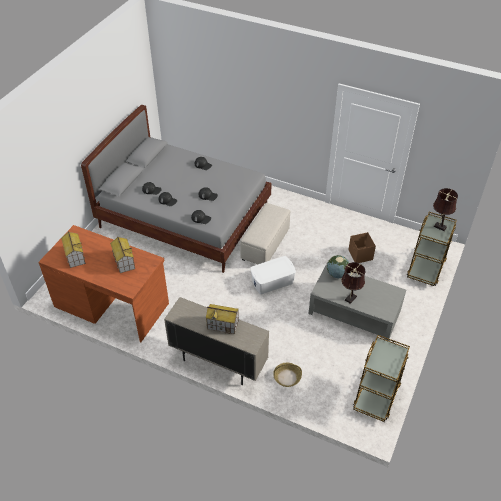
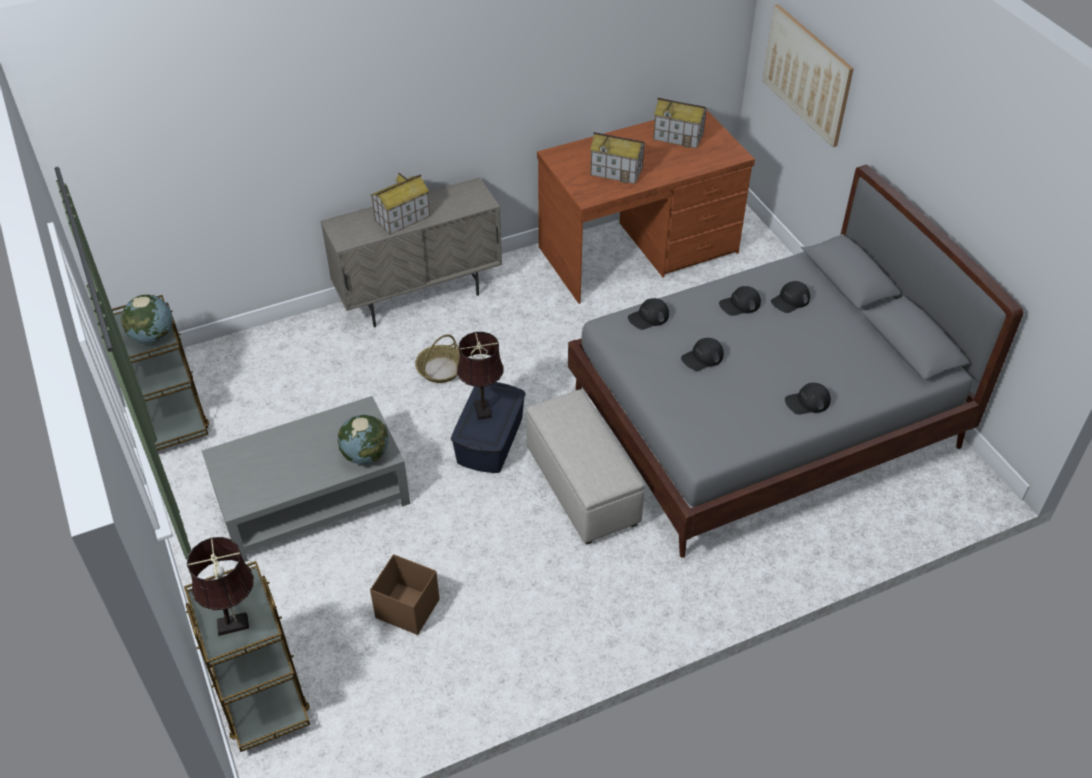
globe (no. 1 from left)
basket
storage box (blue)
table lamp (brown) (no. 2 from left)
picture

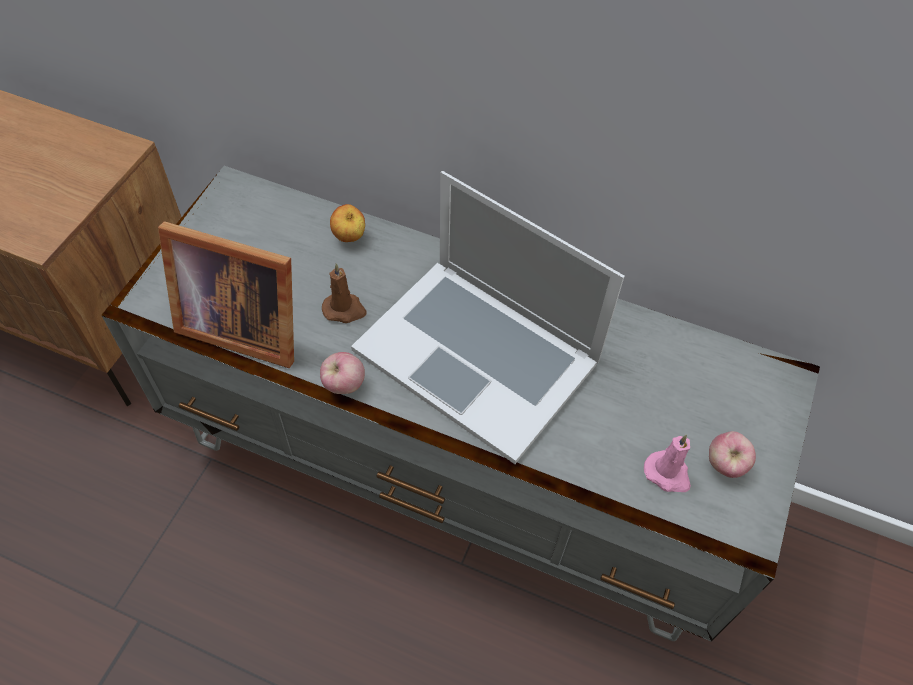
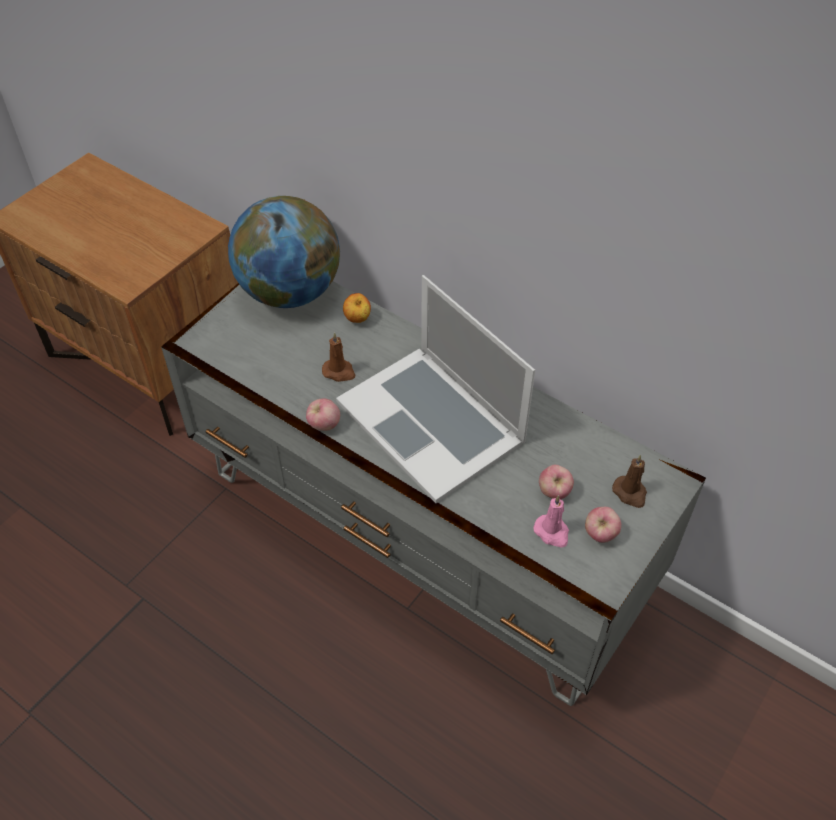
globe
apple (no. 3 from left)
candle (brown) (no. 2 from left)
picture frame

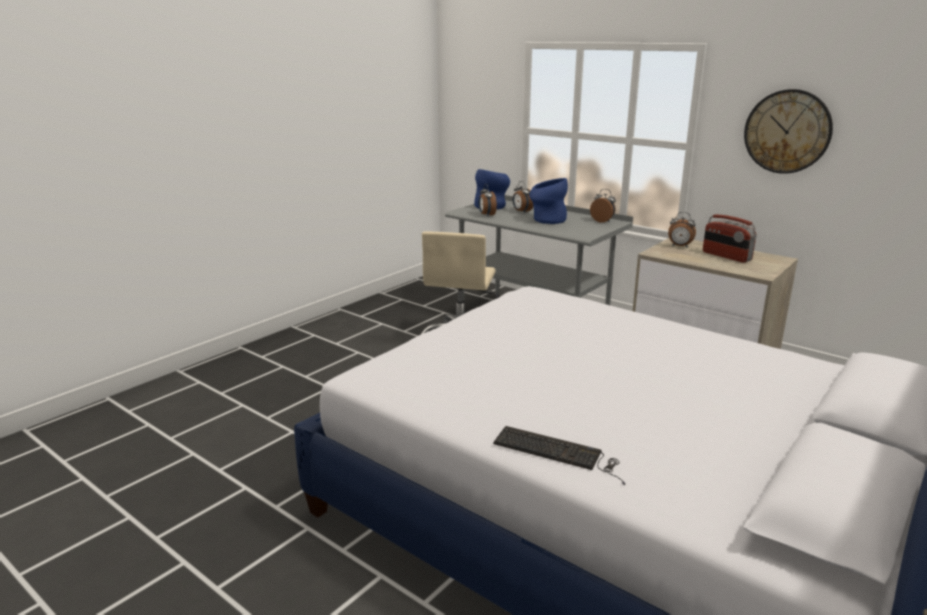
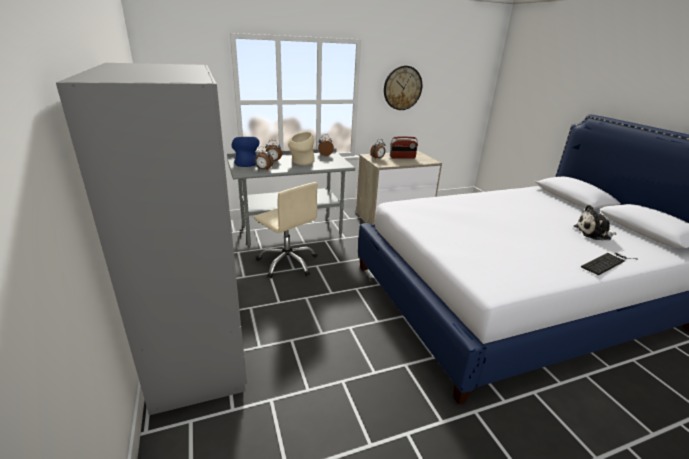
wardrobe (grey)
vase (beige)
plush toy

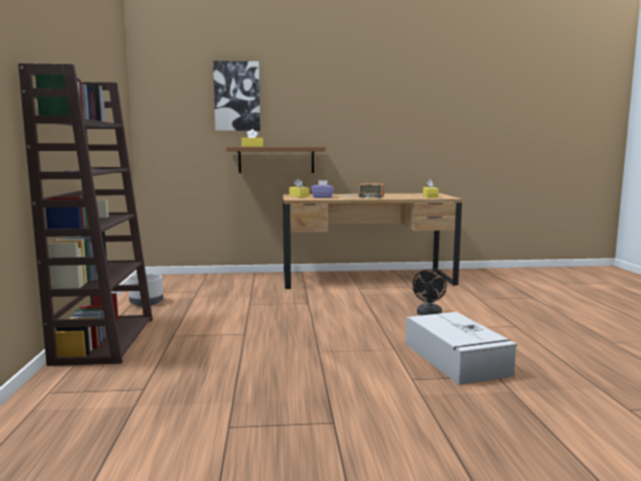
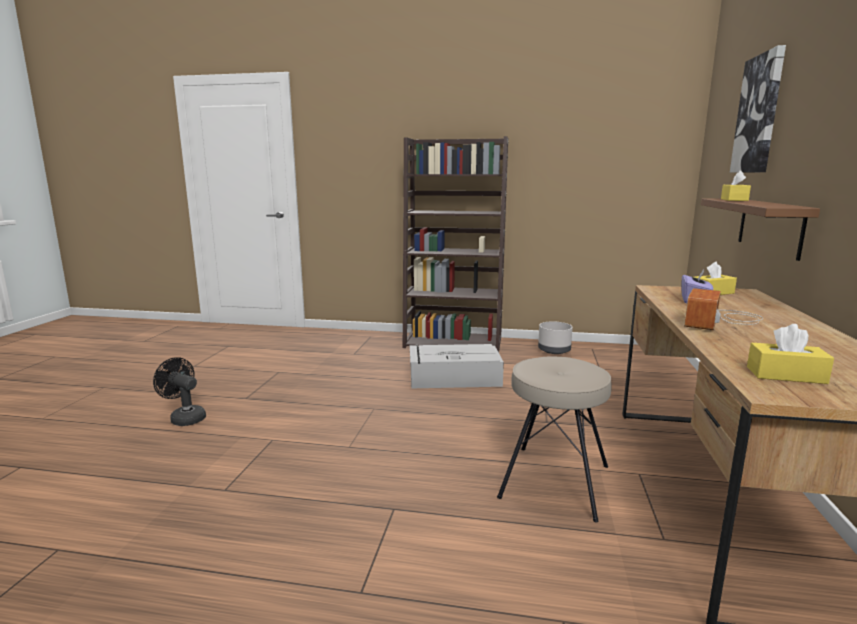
fan (black)
storage box (grey)
stool (beige)

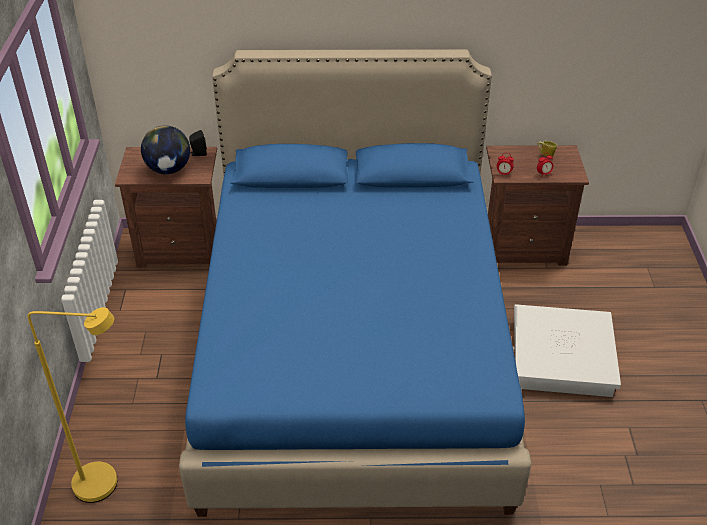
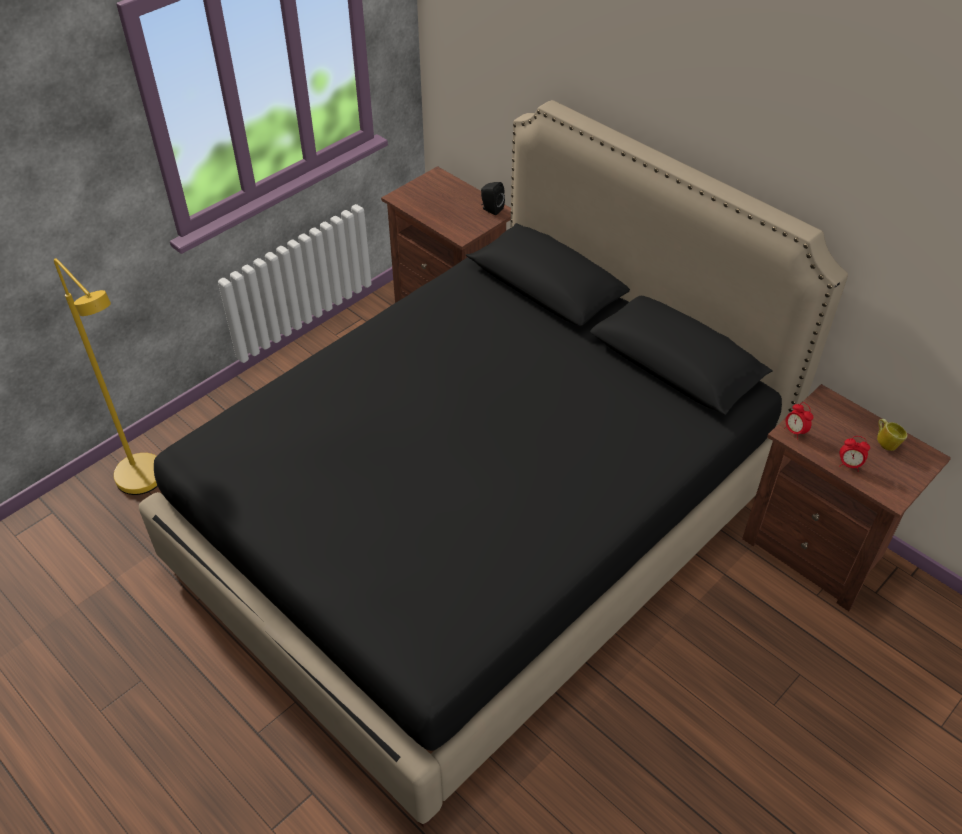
bed (black)
globe
storage box (white)

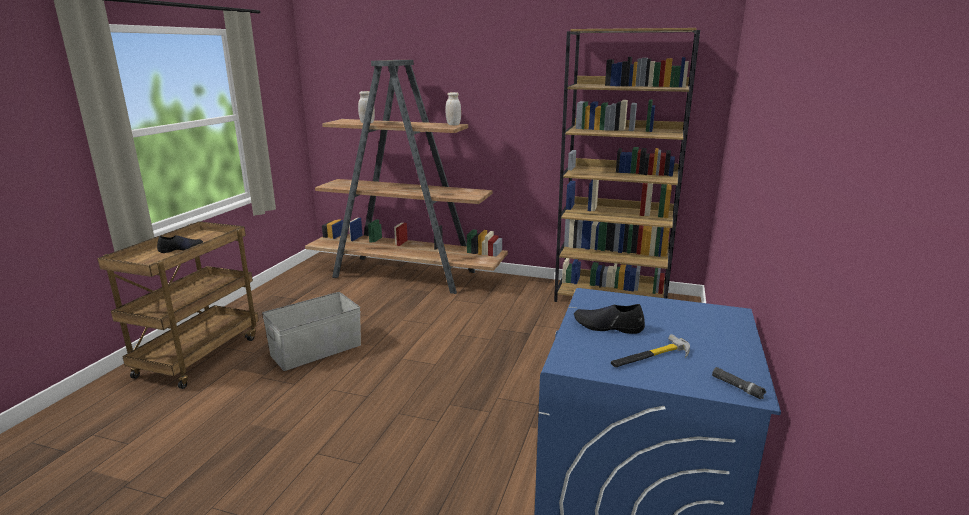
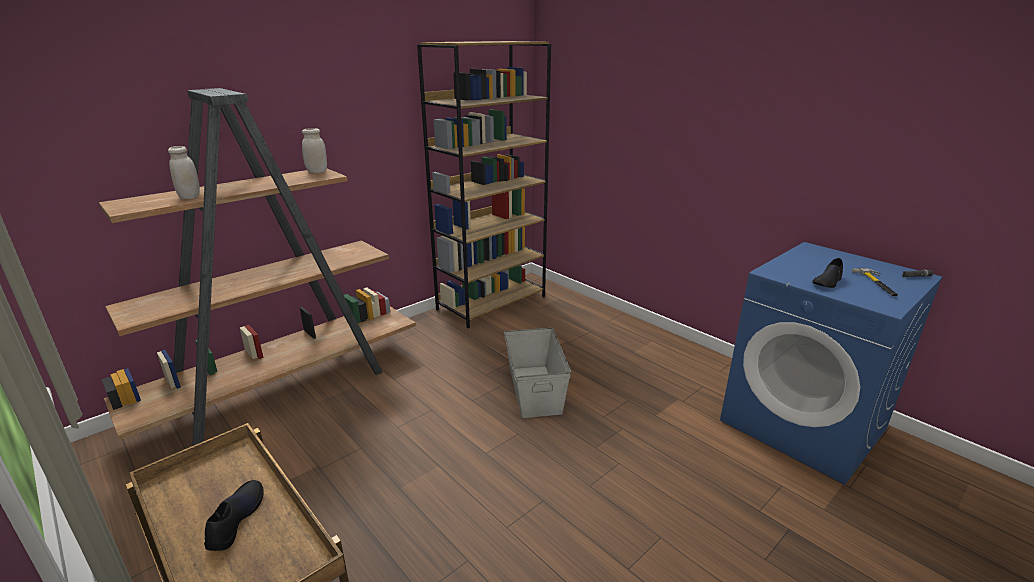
storage box (grey)

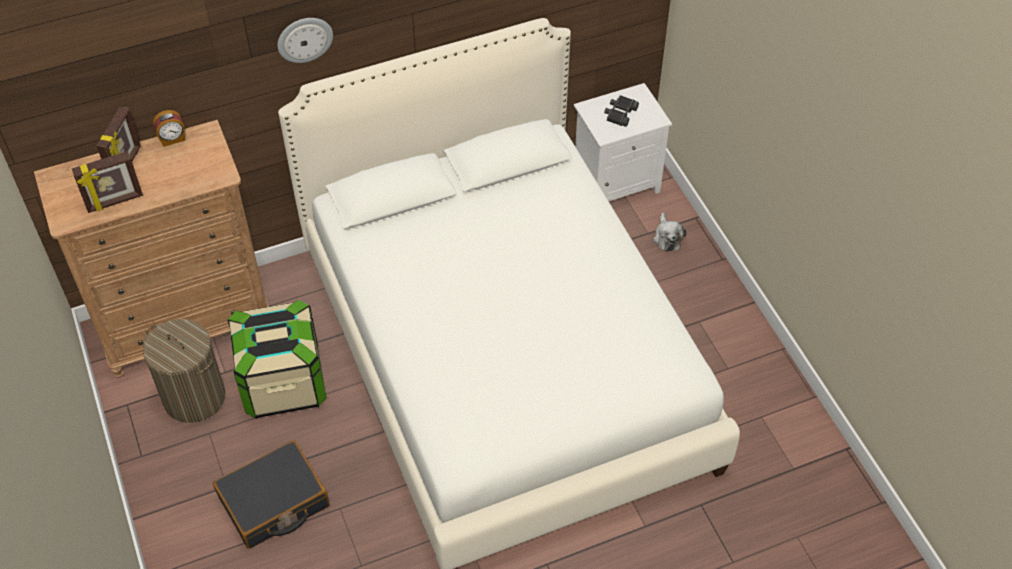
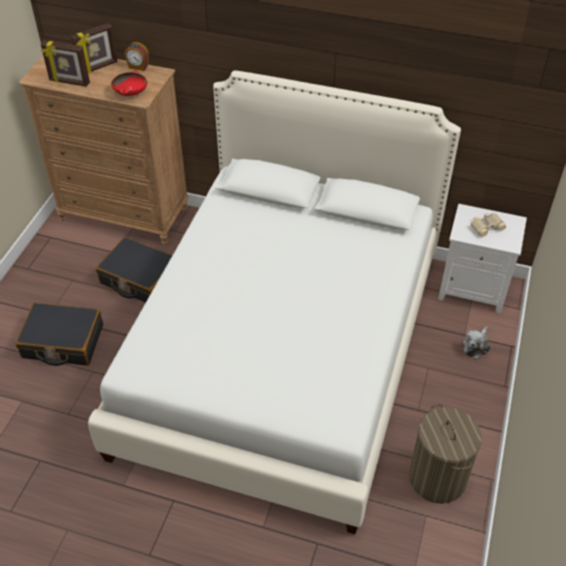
suitcase (black) (no. 2 from left)
bowl (red)
laundry basket
binoculars (beige)
wall clock

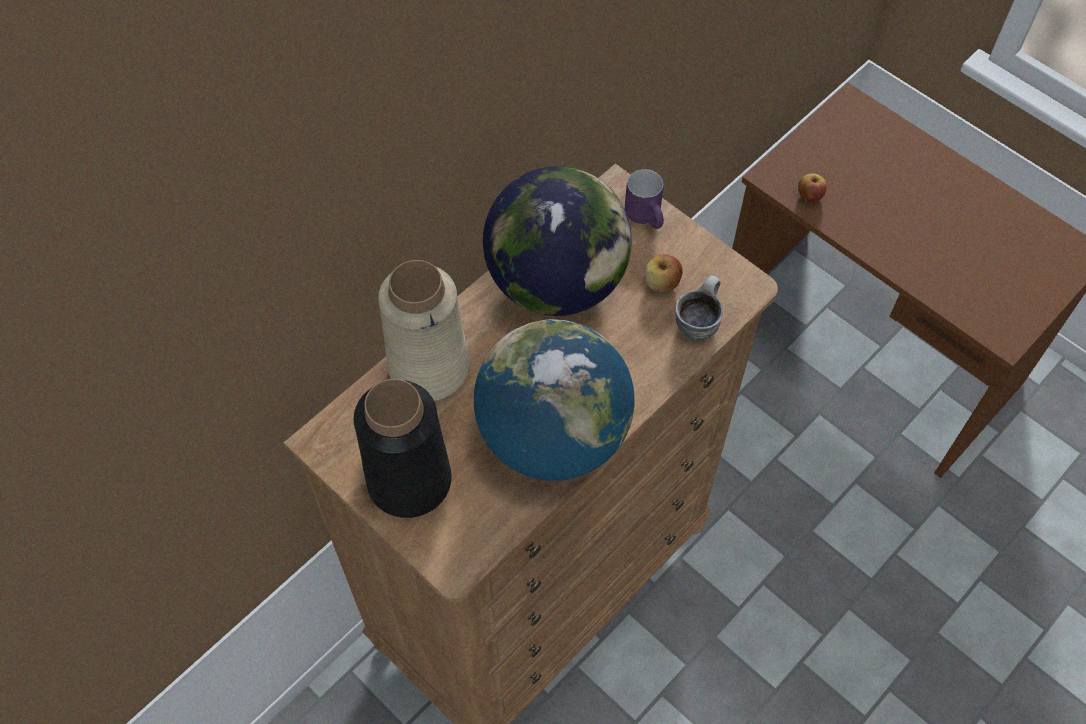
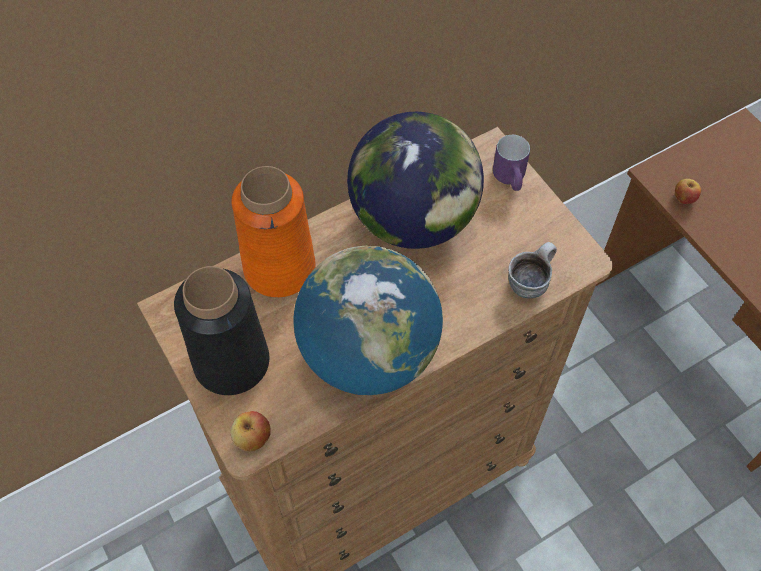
apple (no. 1 from left)
vase (orange)

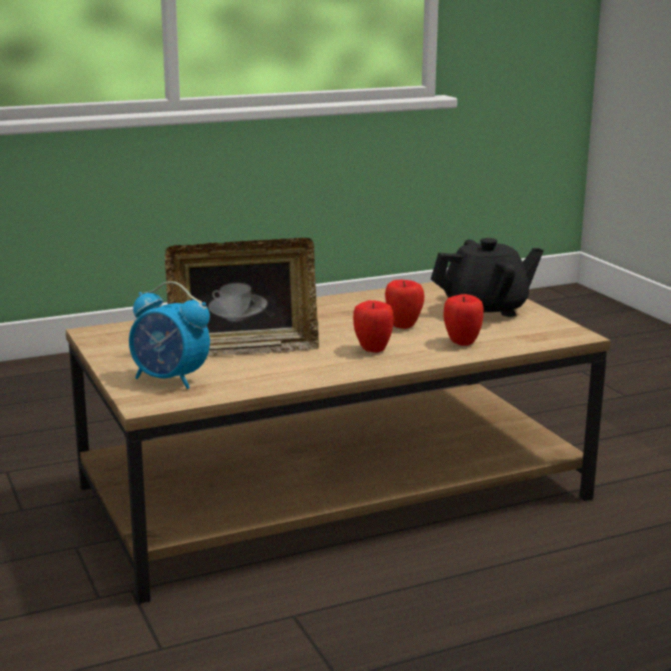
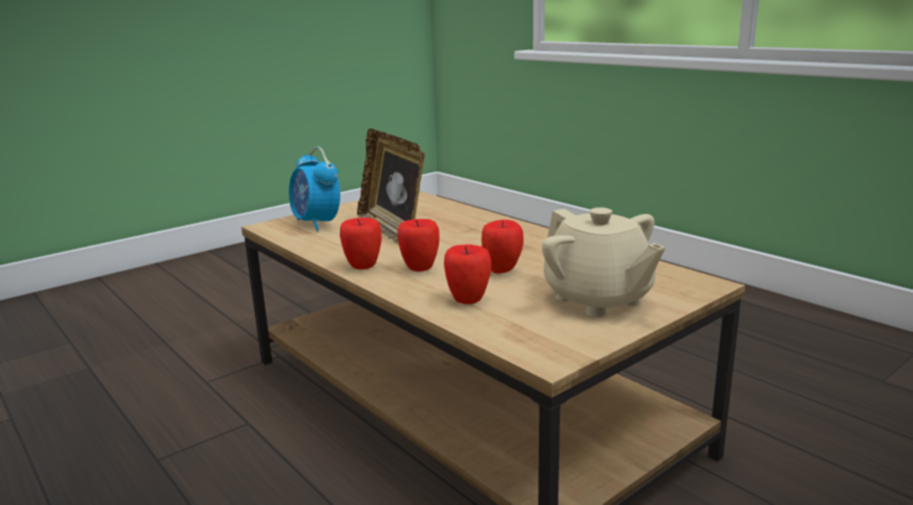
alarm clock
apple (no. 1 from left)
teapot (beige)

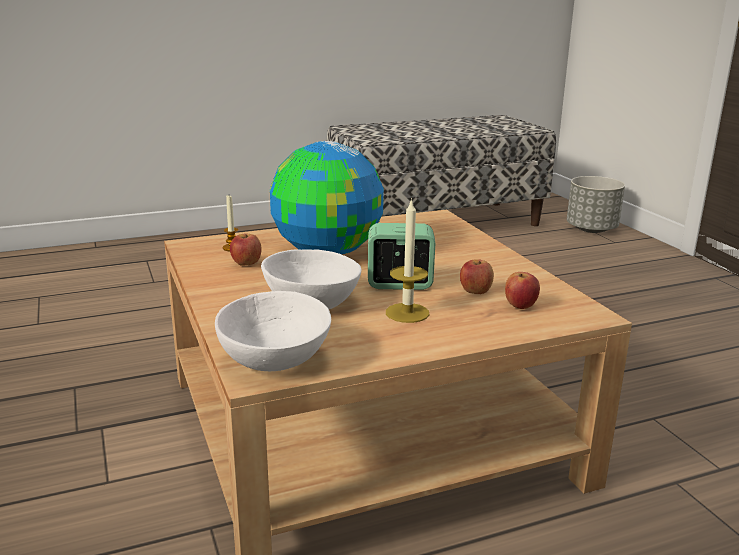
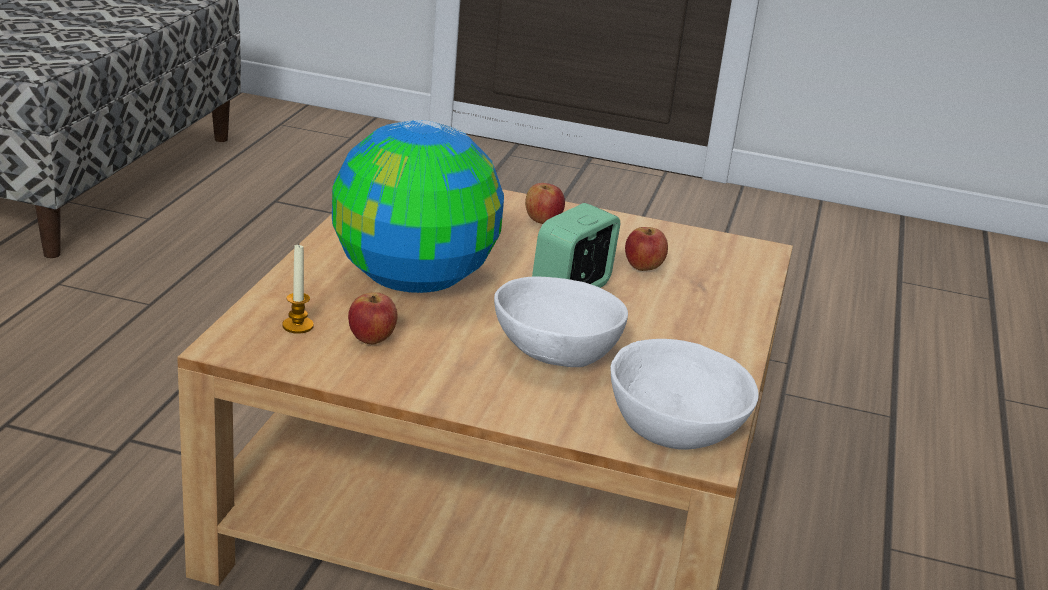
apple (no. 2 from left)
candle (no. 2 from left in the first image)
planter (grey)

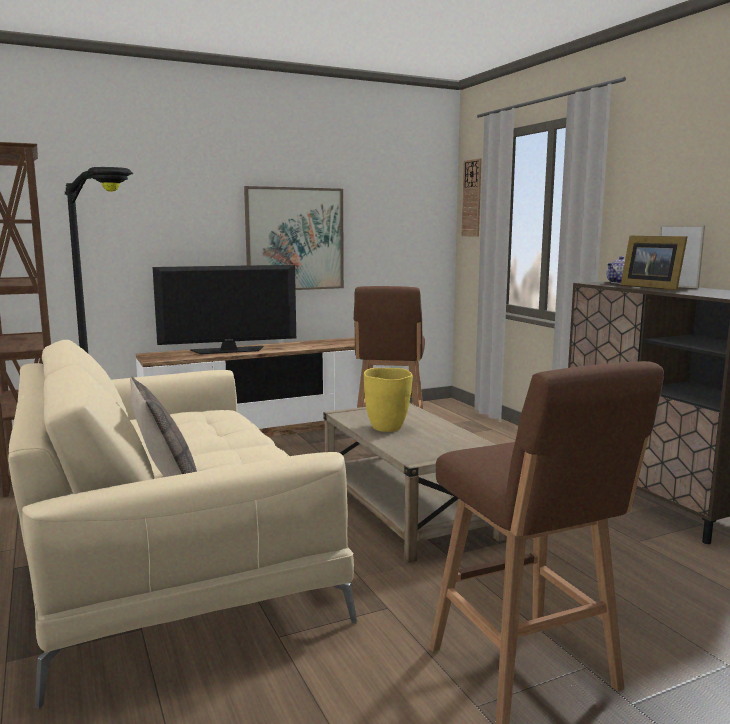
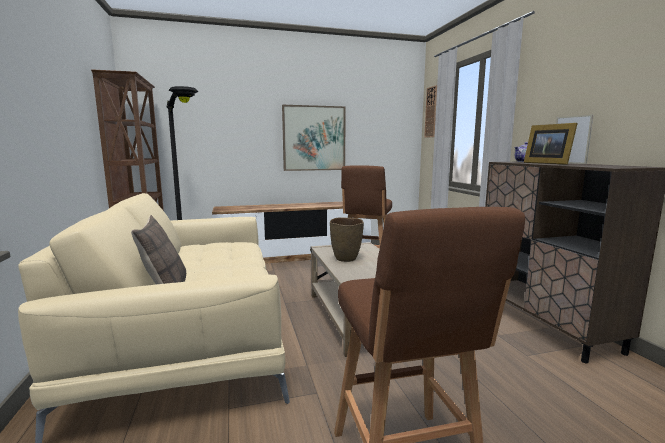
vase (brown)
television

